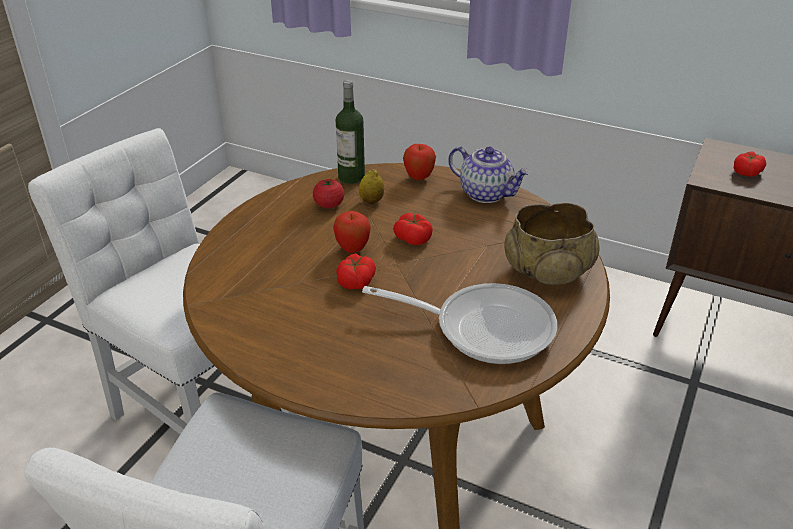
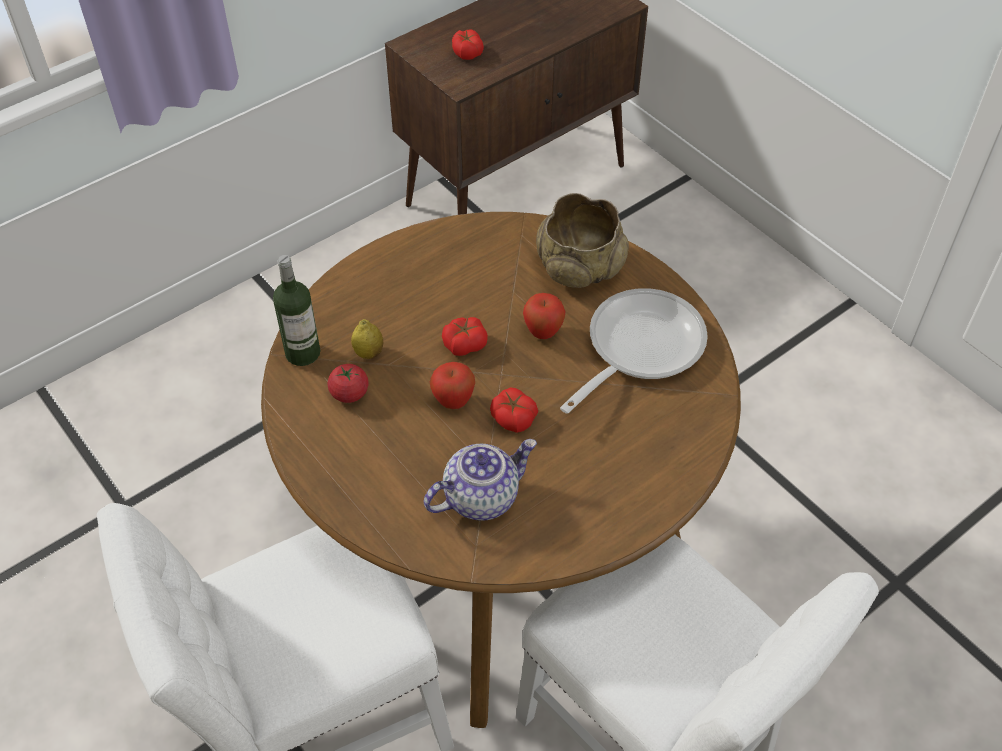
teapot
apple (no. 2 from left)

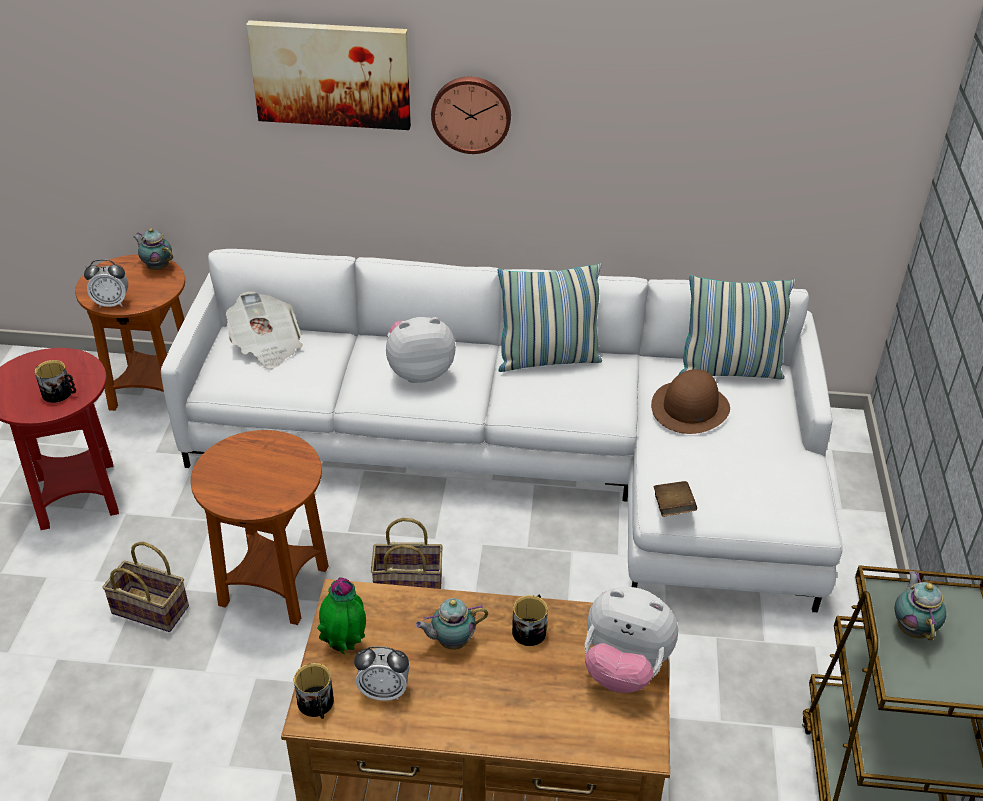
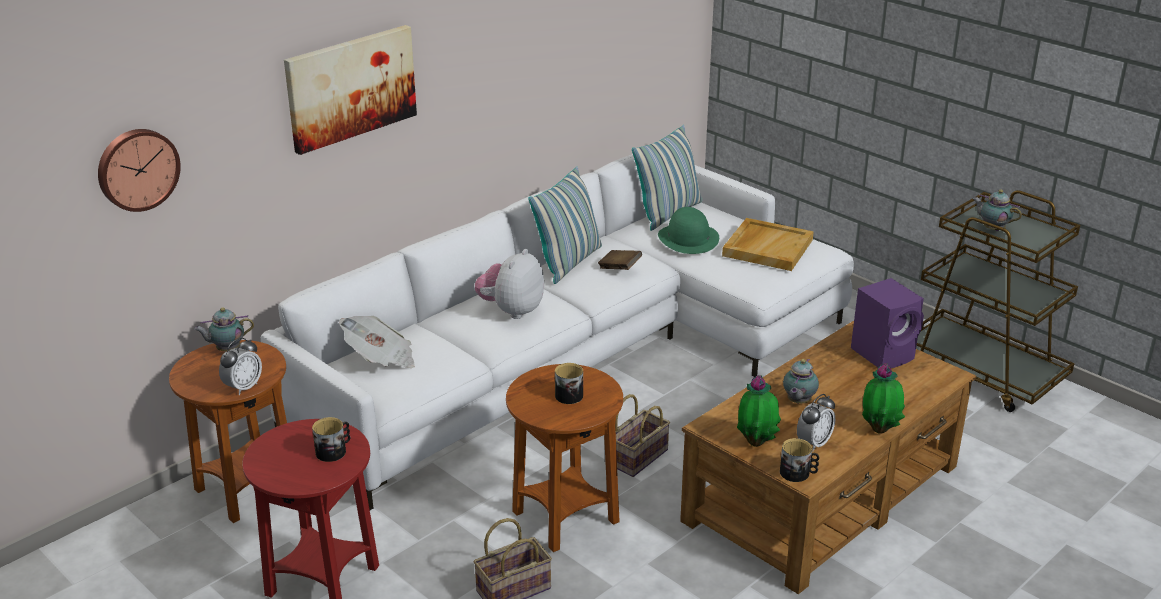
wall clock
mug (no. 2 from left)
book (brown)
hat (green)
tray (beige)
speaker (purple)
potted plant (no. 2 from left)

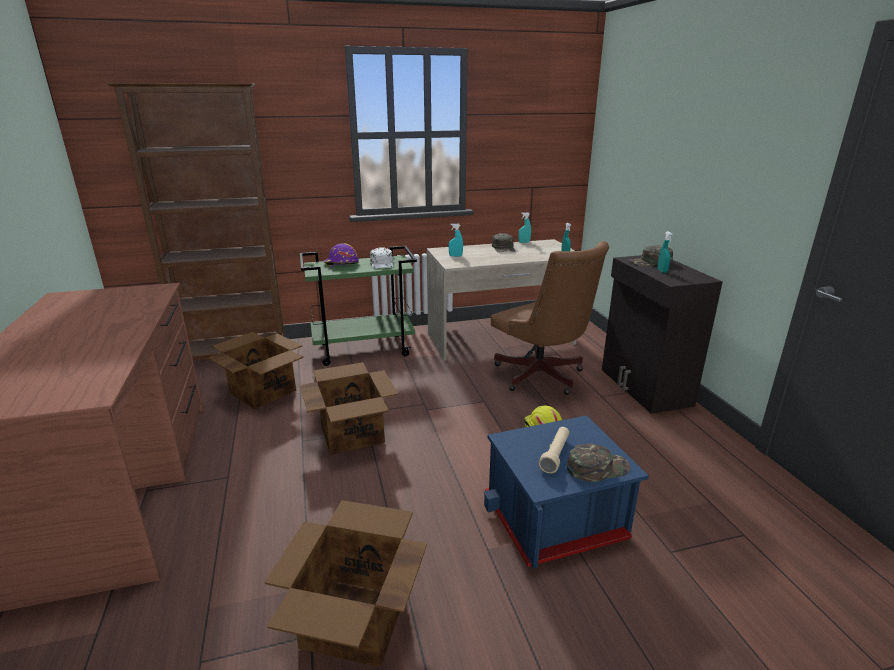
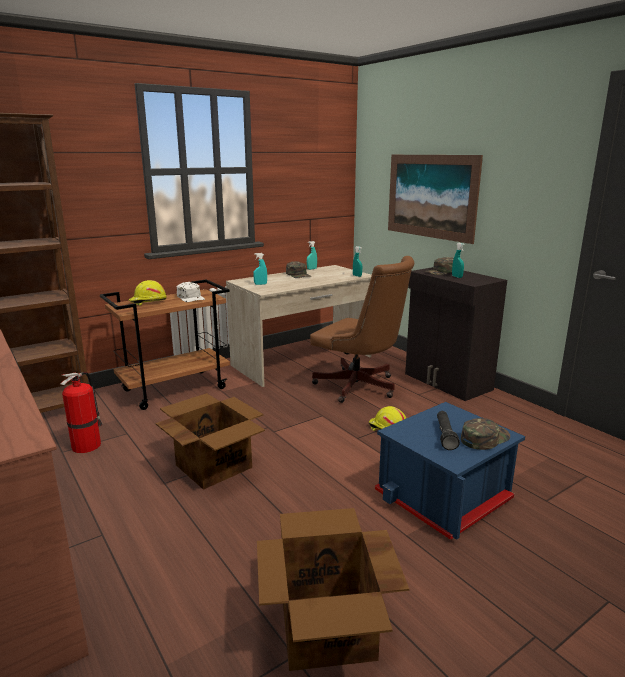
fire extinguisher
cart (brown)
hard hat (yellow) (no. 1 from left)
picture
flashlight (black)

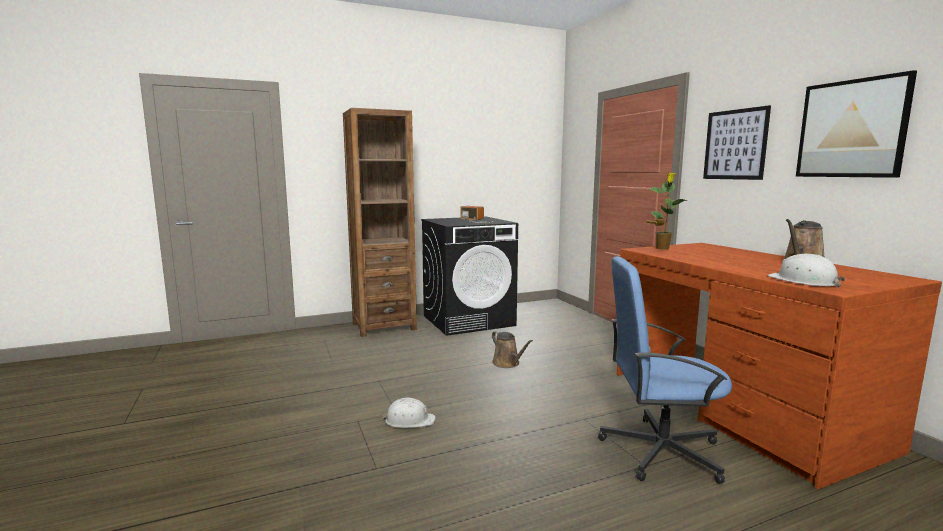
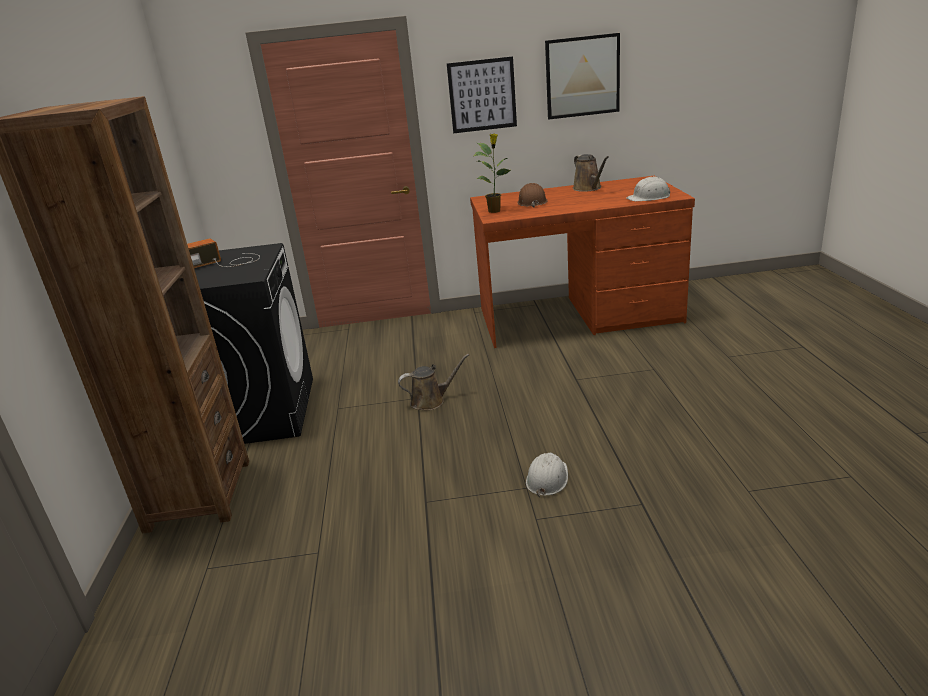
hard hat (brown)
office chair (blue)

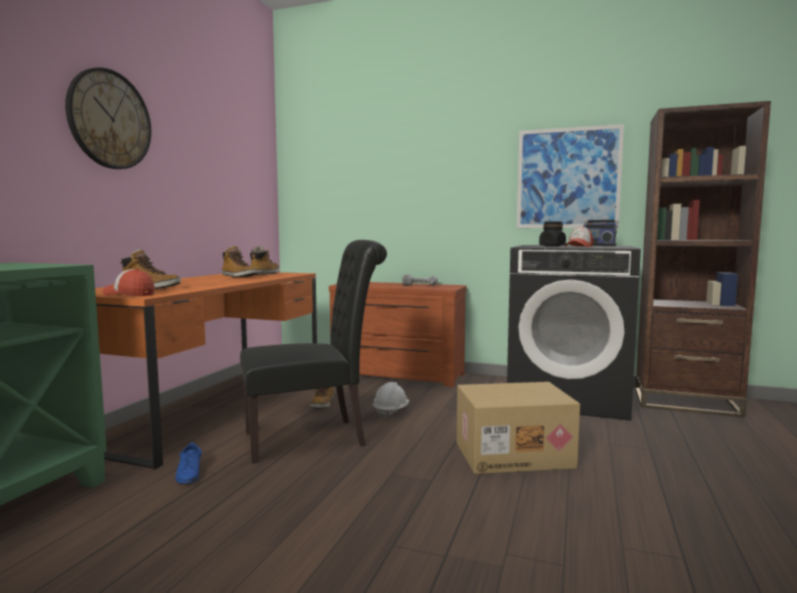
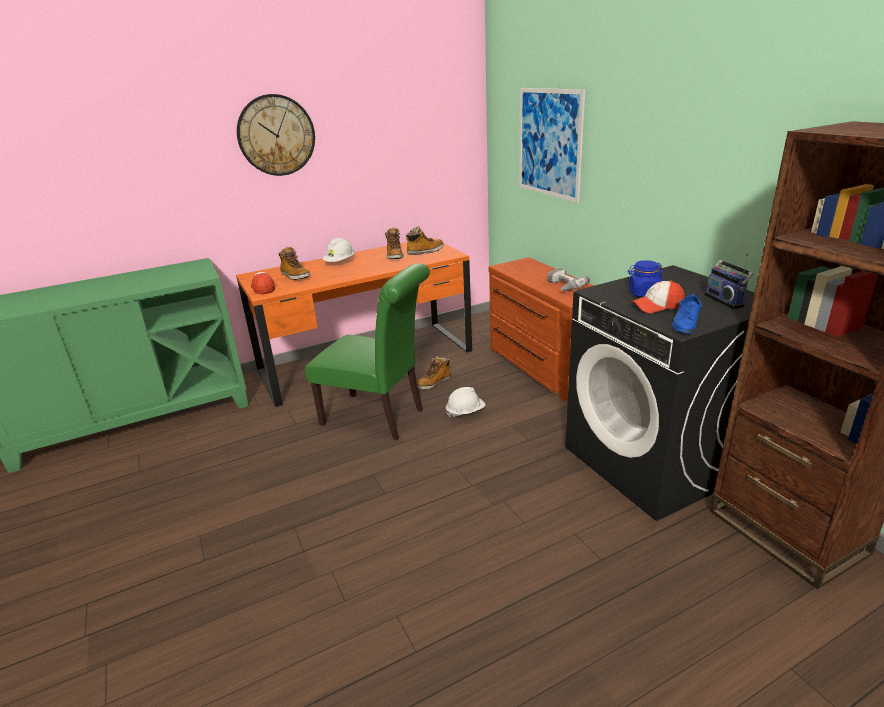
chair (green)
hard hat (white) (no. 1 from left)
picture
jar (blue)
shoe (blue)
cardboard box

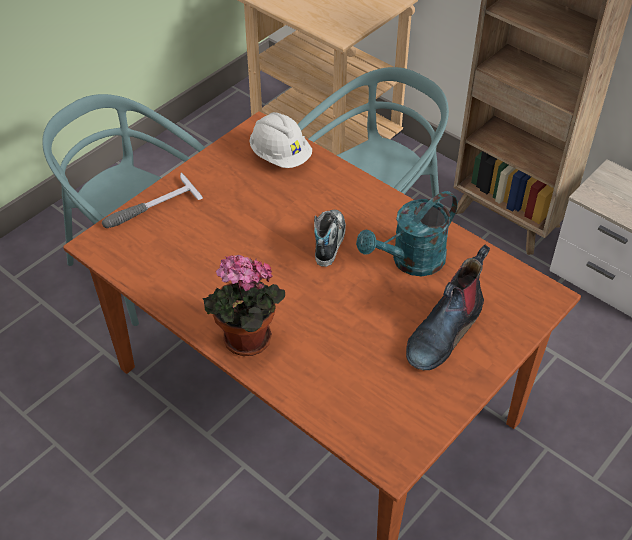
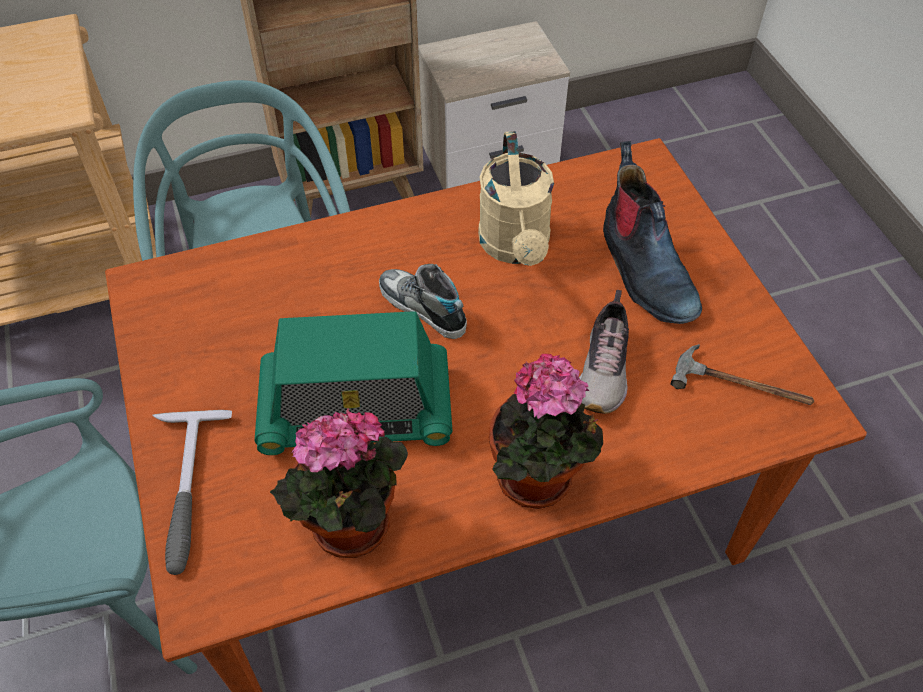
radio
potted plant (no. 1 from left)
watering can (beige)
shoe (no. 2 from left)
hammer (no. 2 from left)
hard hat (white)

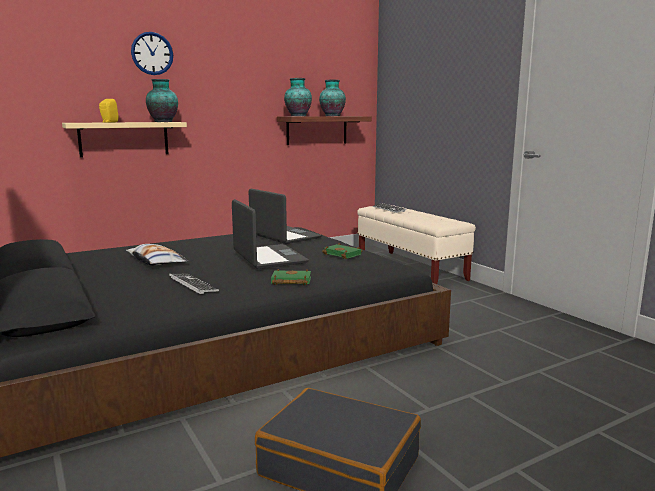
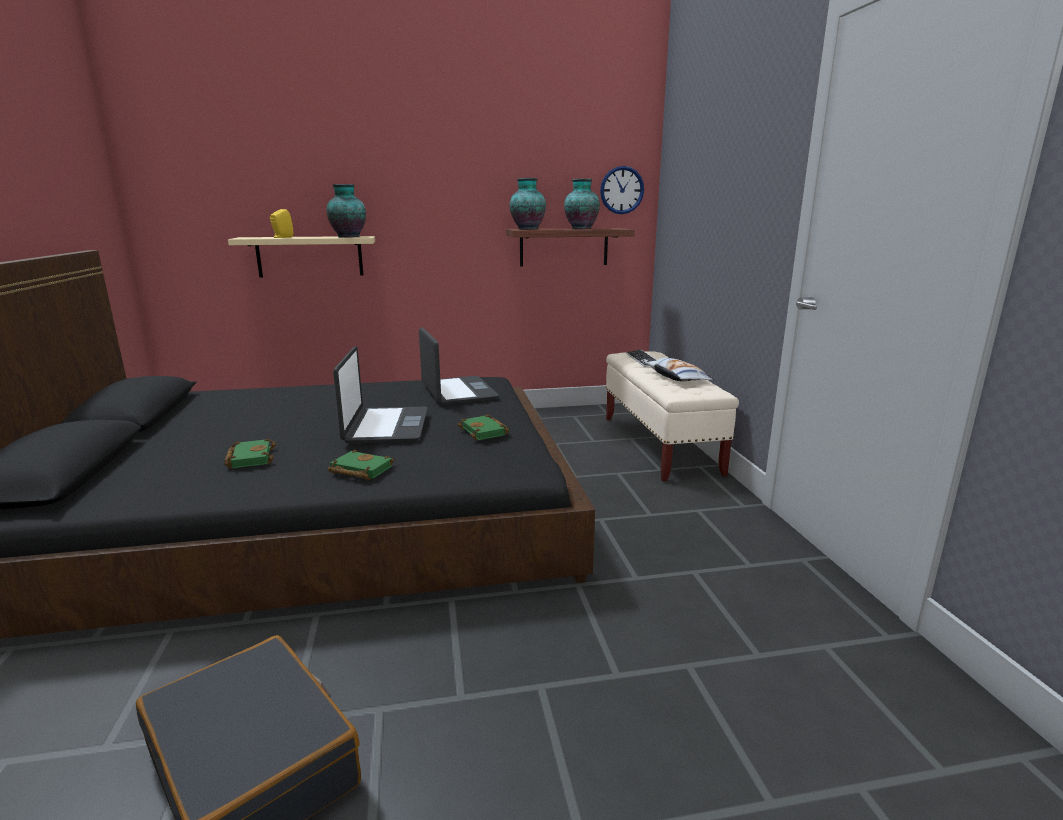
book (green) (no. 1 from left)
wall clock
pillow

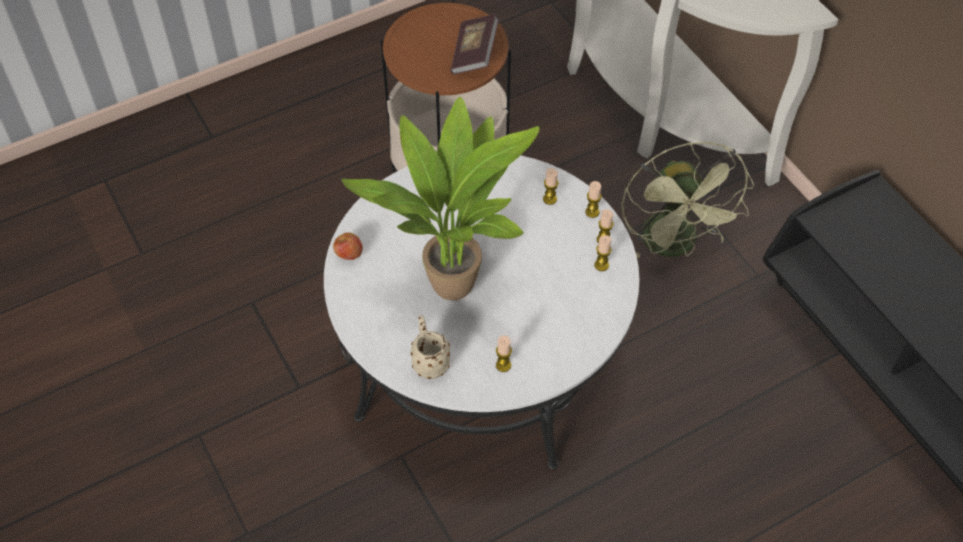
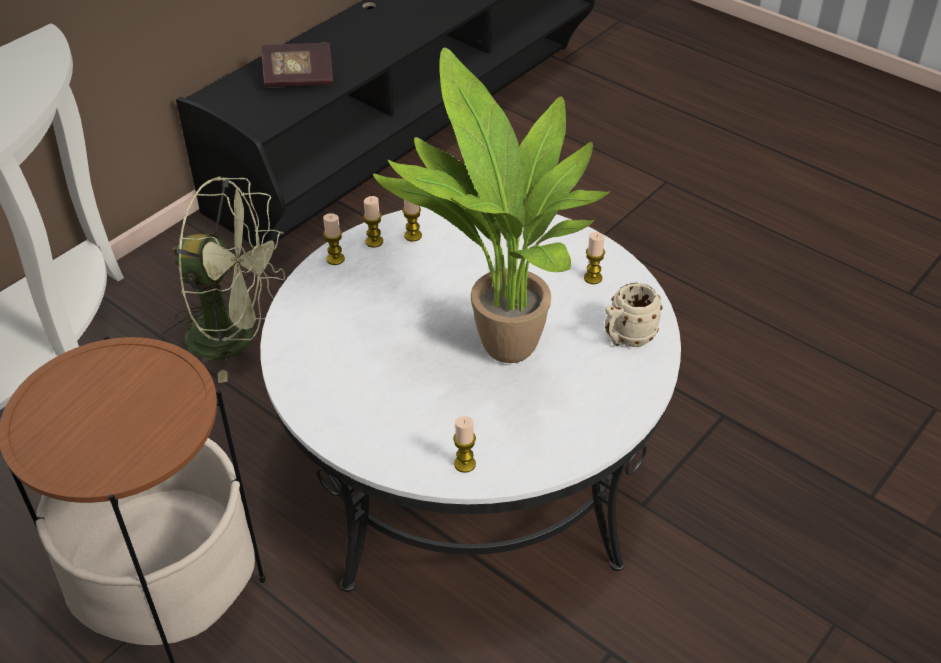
fan (green)
book
candle (no. 4 from left)
apple

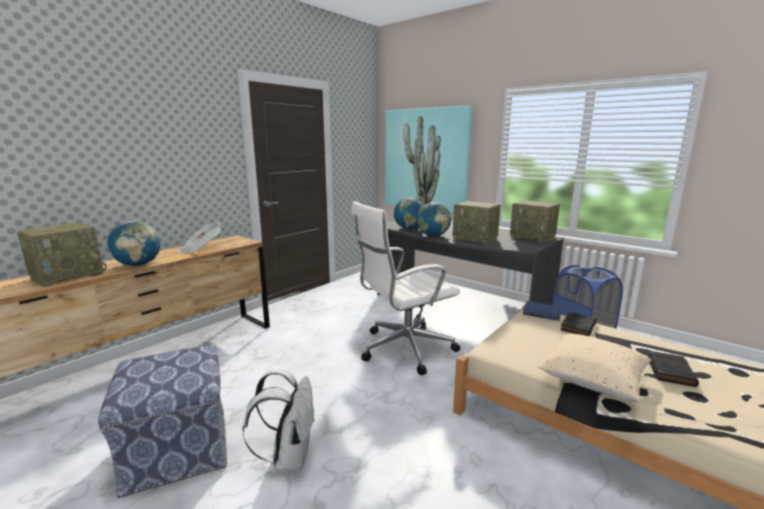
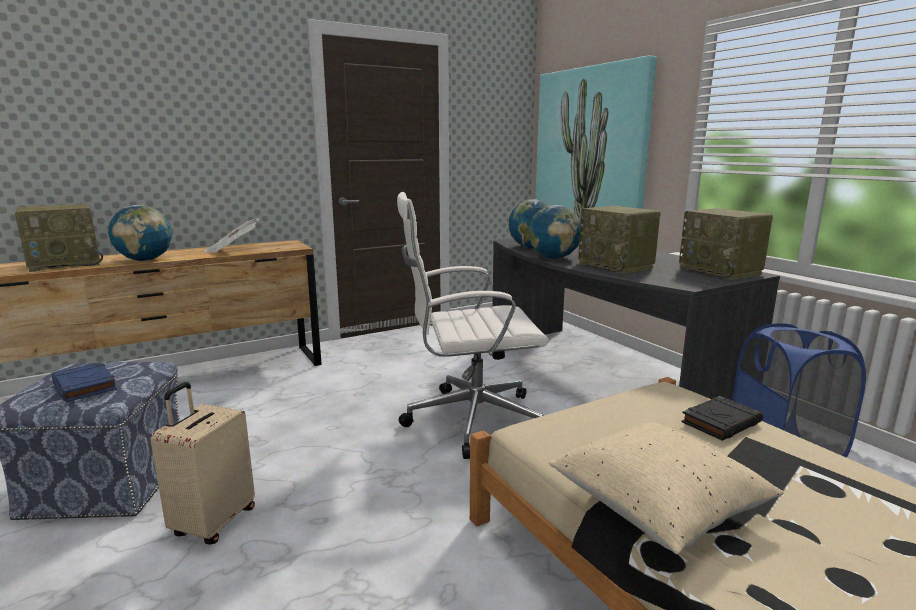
book (blue)
suitcase (beige)
book (black) (no. 2 from left in the first image)

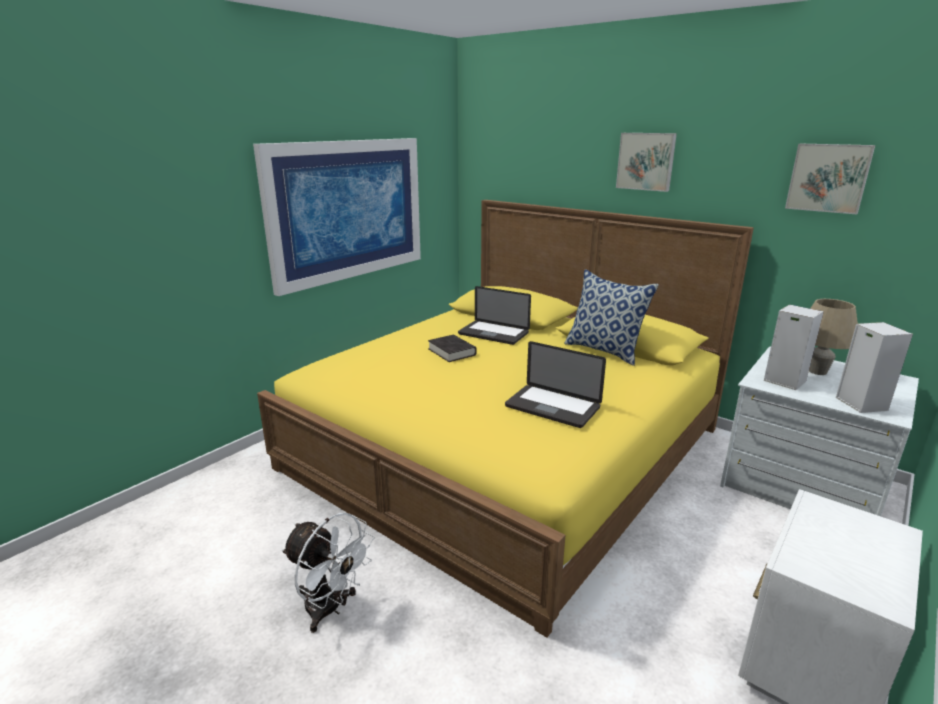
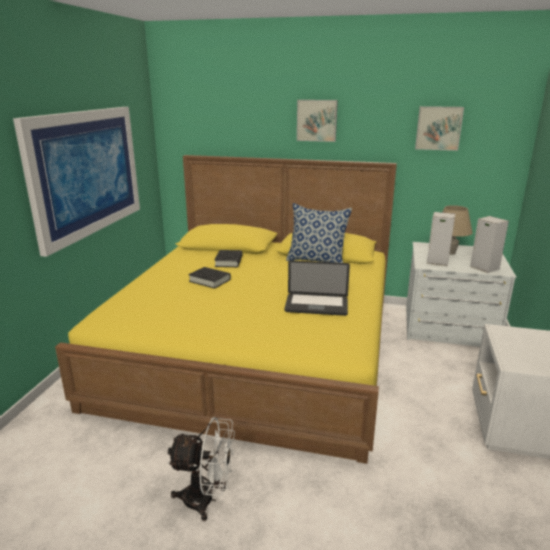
book (black) (no. 2 from left)

